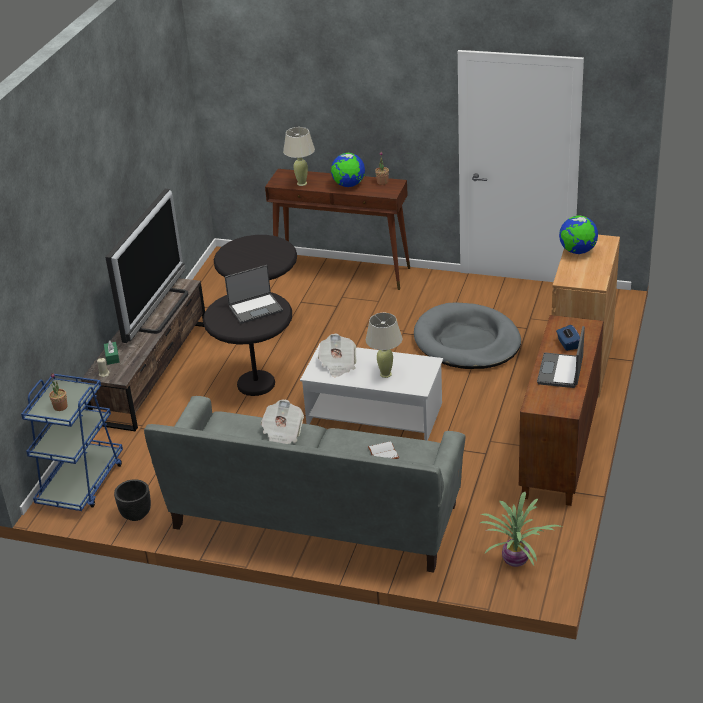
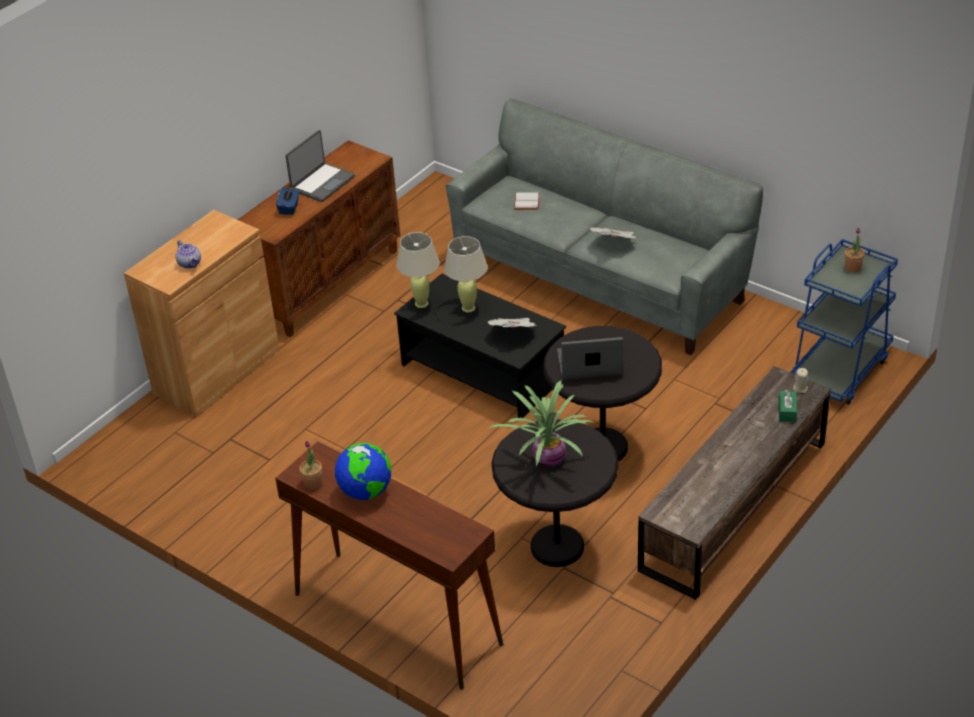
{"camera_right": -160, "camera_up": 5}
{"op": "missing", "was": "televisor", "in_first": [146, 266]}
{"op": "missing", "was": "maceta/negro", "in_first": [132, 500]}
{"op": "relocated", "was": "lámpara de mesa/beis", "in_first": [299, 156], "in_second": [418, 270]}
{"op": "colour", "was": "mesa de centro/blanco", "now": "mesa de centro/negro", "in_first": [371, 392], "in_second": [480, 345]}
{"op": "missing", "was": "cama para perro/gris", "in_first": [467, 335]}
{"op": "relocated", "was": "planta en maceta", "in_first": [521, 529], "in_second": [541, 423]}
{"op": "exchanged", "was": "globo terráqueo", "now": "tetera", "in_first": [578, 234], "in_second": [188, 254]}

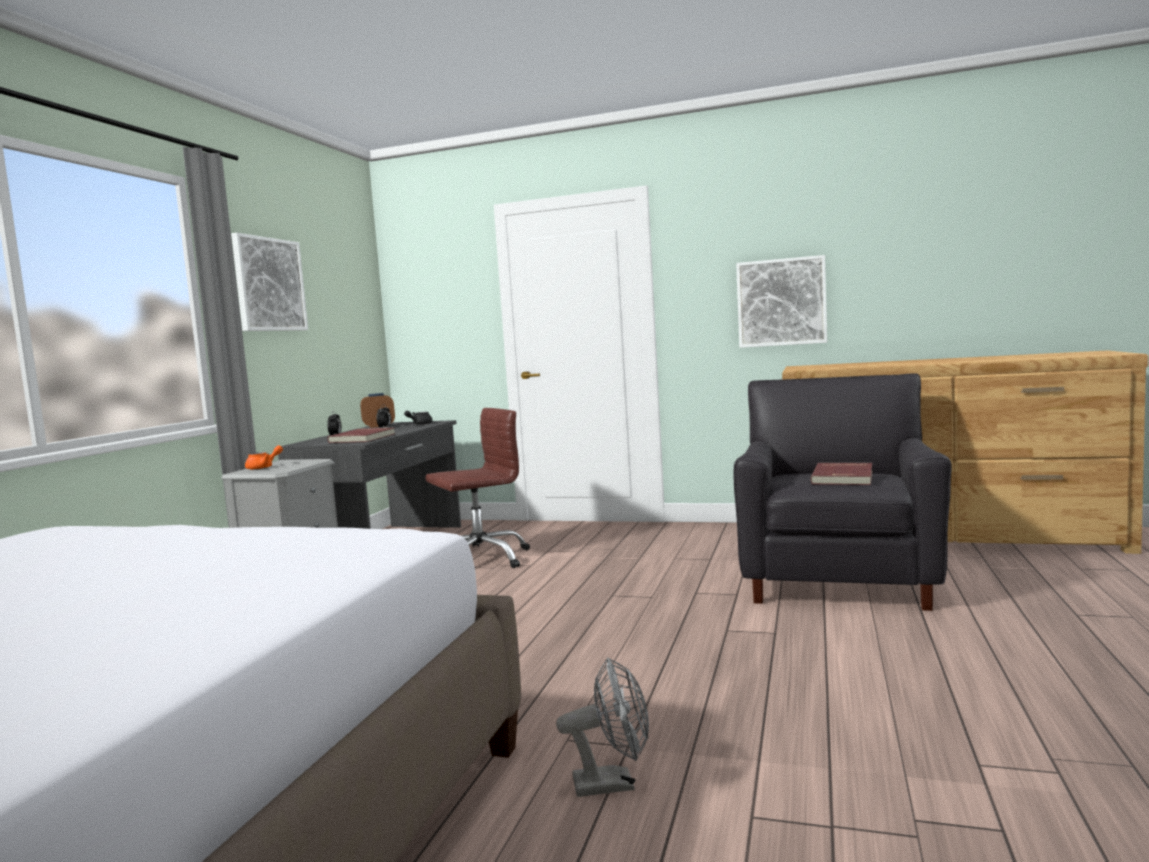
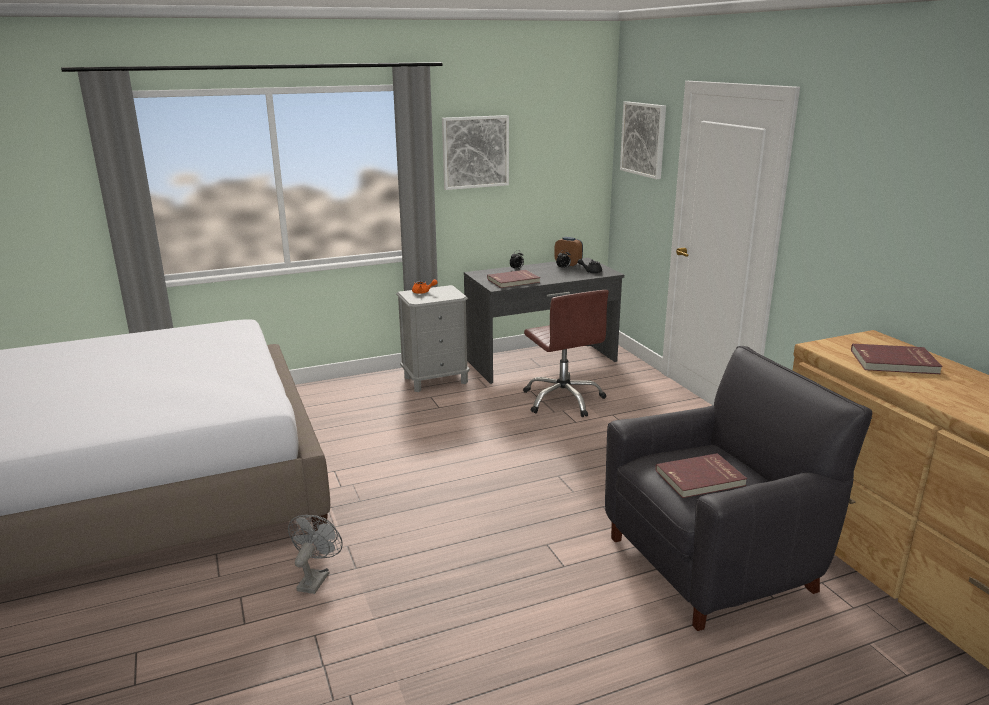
{"camera_right": 50, "camera_up": 15}
{"op": "spun", "was": "silla de oficina/marrón", "in_first": [477, 488], "in_second": [566, 353], "clockwise": 45}
{"op": "spun", "was": "ventilador/gris", "in_first": [602, 727], "in_second": [315, 554], "clockwise": -120}
{"op": "relocated", "was": "cuadro", "in_first": [781, 301], "in_second": [643, 140]}
{"op": "appeared", "now": "libro/rojo", "in_second": [897, 359]}

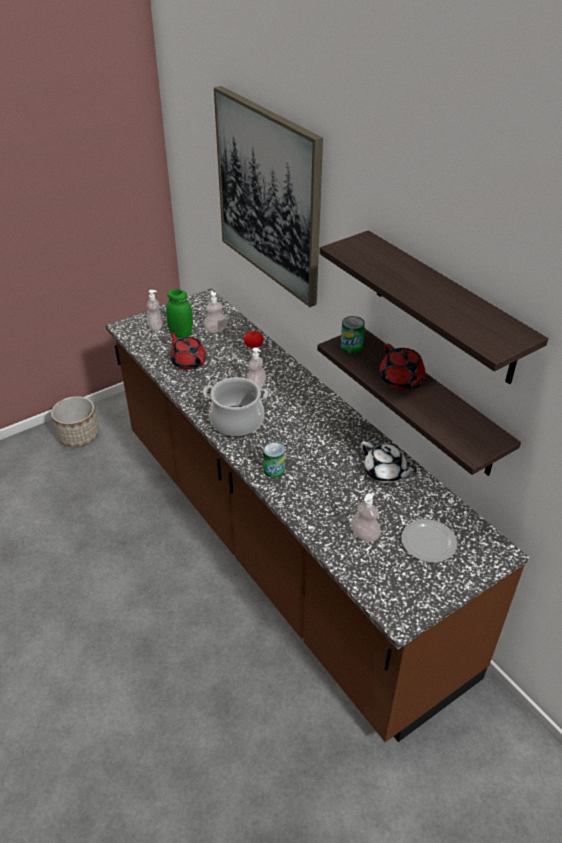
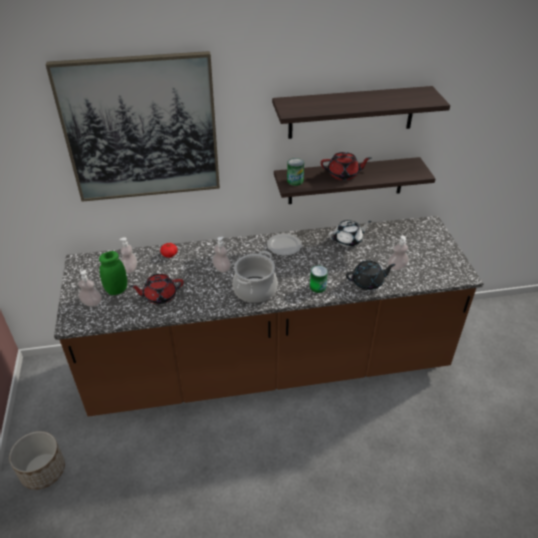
{"camera_right": -65, "camera_up": 0}
{"op": "relocated", "was": "plato", "in_first": [429, 541], "in_second": [284, 244]}
{"op": "appeared", "now": "tetera/negro", "in_second": [371, 275]}

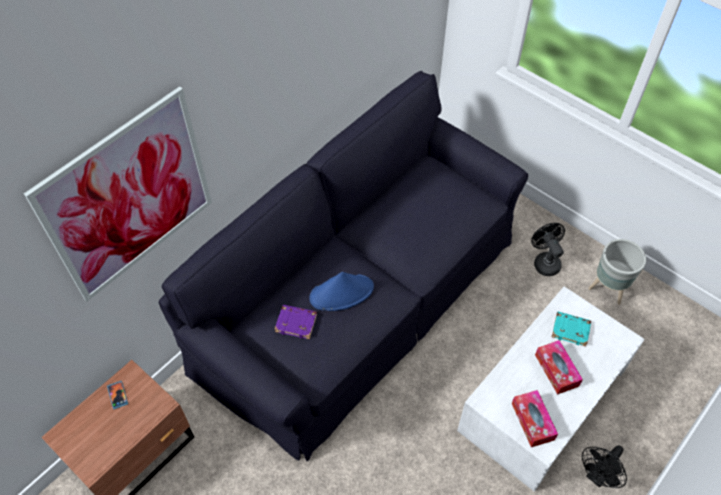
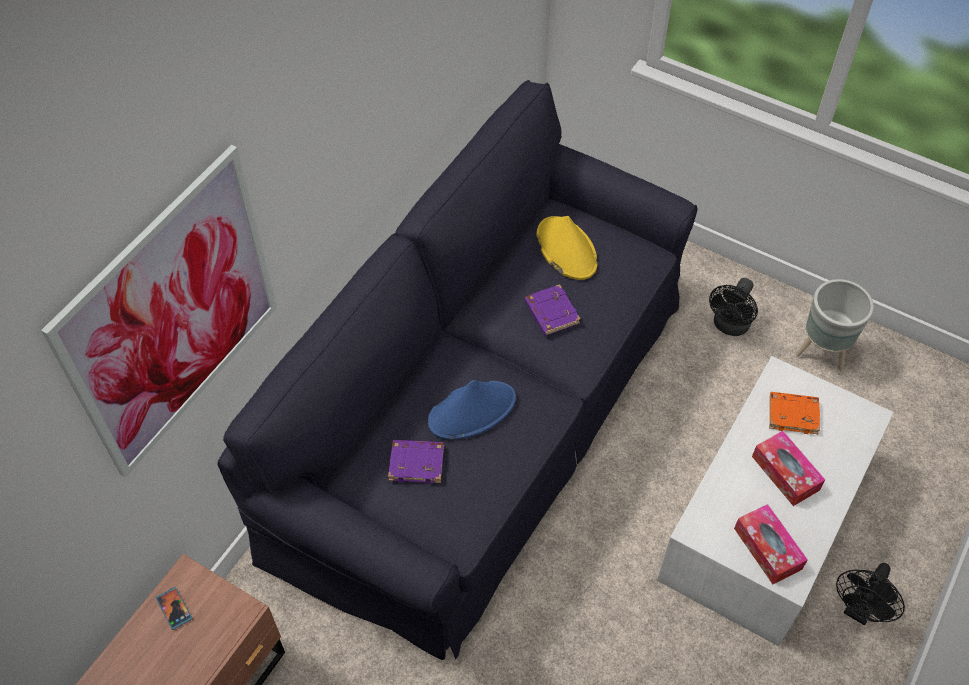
{"camera_right": -10, "camera_up": 0}
{"op": "spun", "was": "ventilador/negro", "in_first": [548, 249], "in_second": [733, 307], "clockwise": -120}
{"op": "colour", "was": "libro/turquesa", "now": "libro/naranja", "in_first": [571, 329], "in_second": [794, 413]}
{"op": "appeared", "now": "libro/morado", "in_second": [552, 309]}
{"op": "appeared", "now": "sombrero/amarillo", "in_second": [567, 248]}

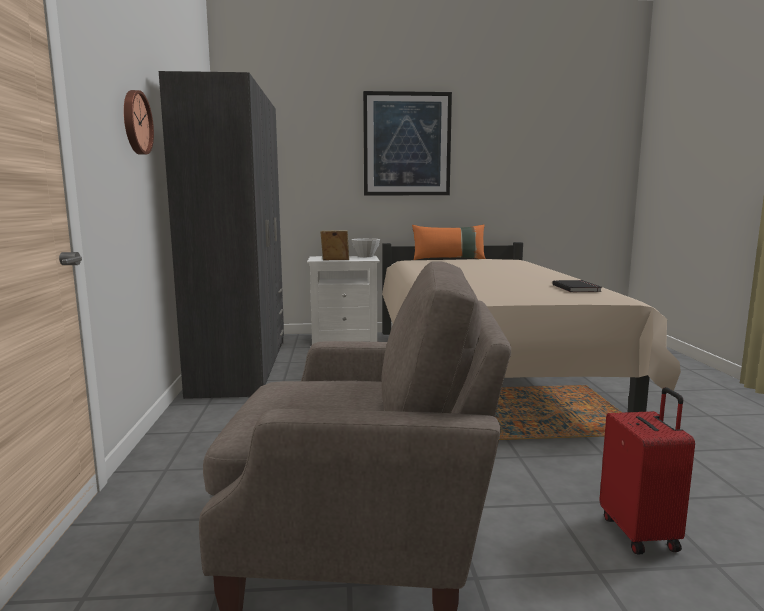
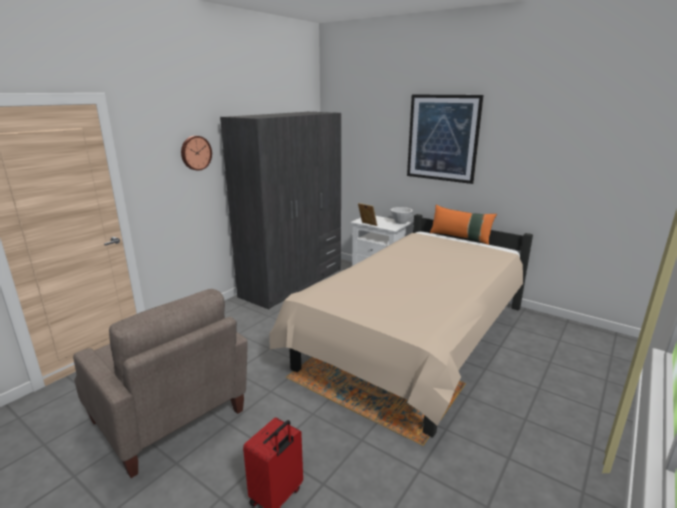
{"camera_right": 40, "camera_up": 10}
{"op": "missing", "was": "libro/negro", "in_first": [577, 286]}

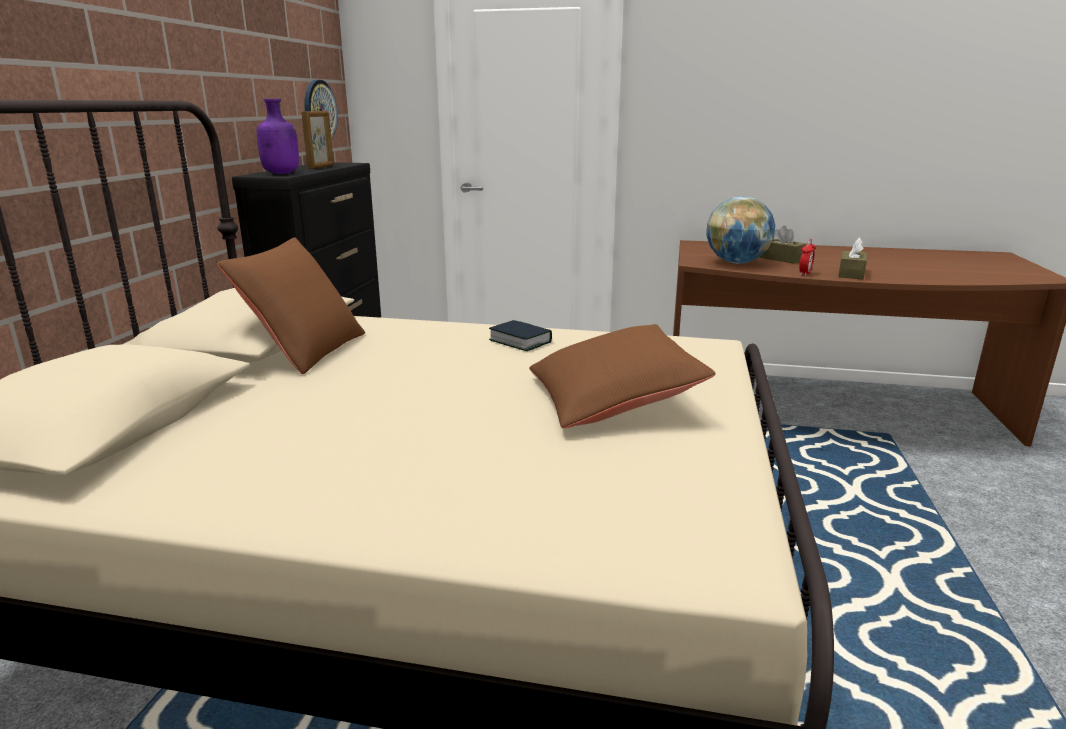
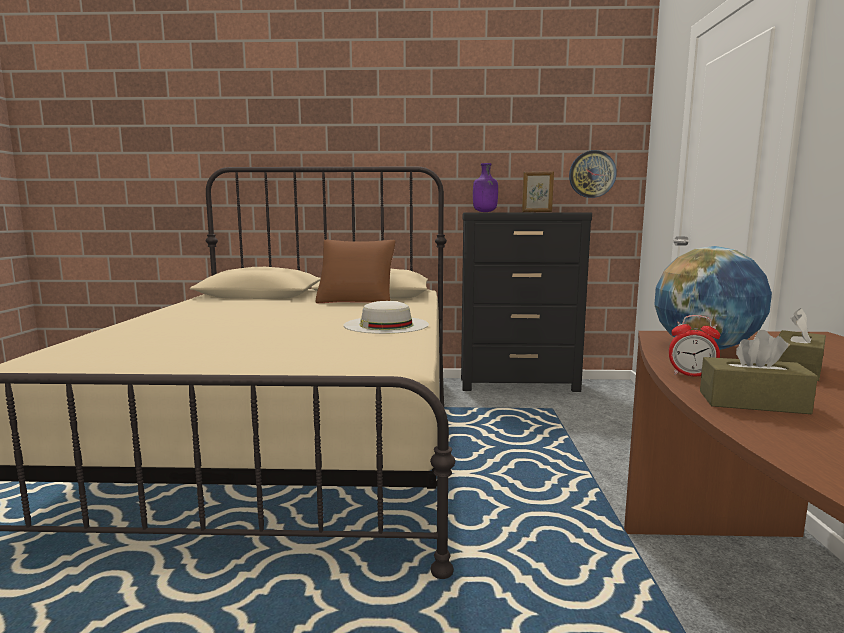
{"camera_right": 80, "camera_up": -10}
{"op": "exchanged", "was": "libro", "now": "sombrero/blanco", "in_first": [520, 335], "in_second": [386, 317]}
{"op": "missing", "was": "cojín/marrón", "in_first": [622, 376]}

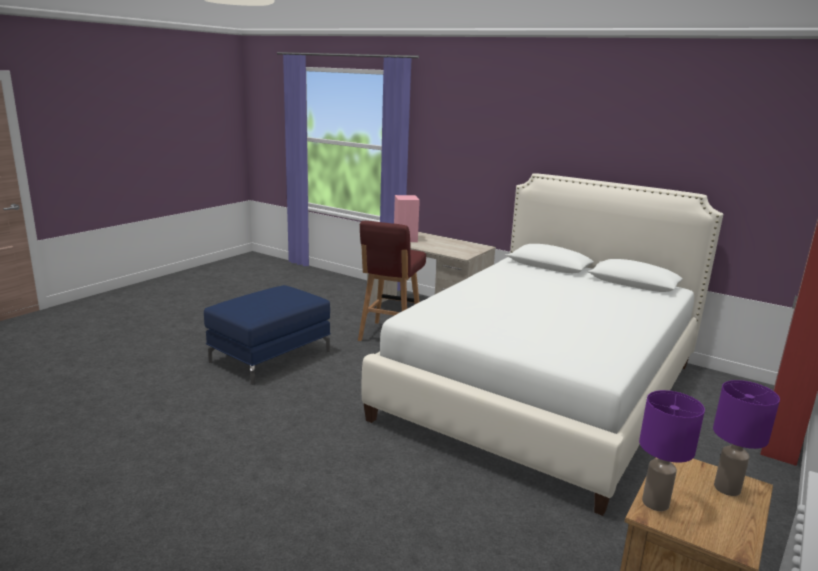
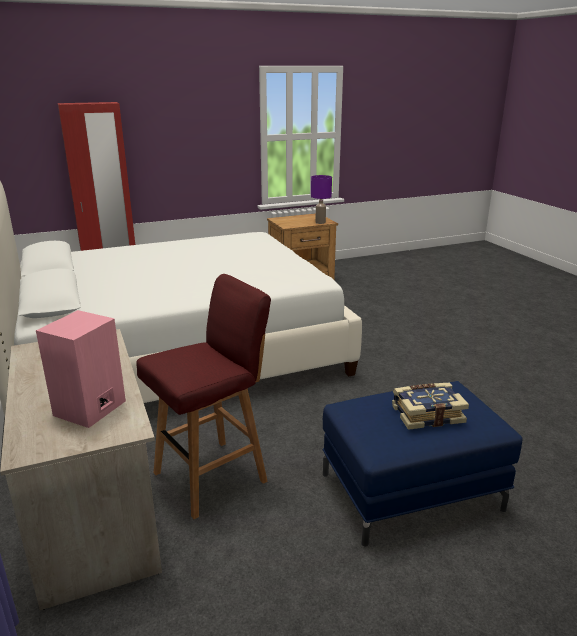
{"camera_right": -145, "camera_up": 5}
{"op": "missing", "was": "lámpara de mesa/morado", "in_first": [746, 438]}
{"op": "appeared", "now": "libro", "in_second": [430, 406]}

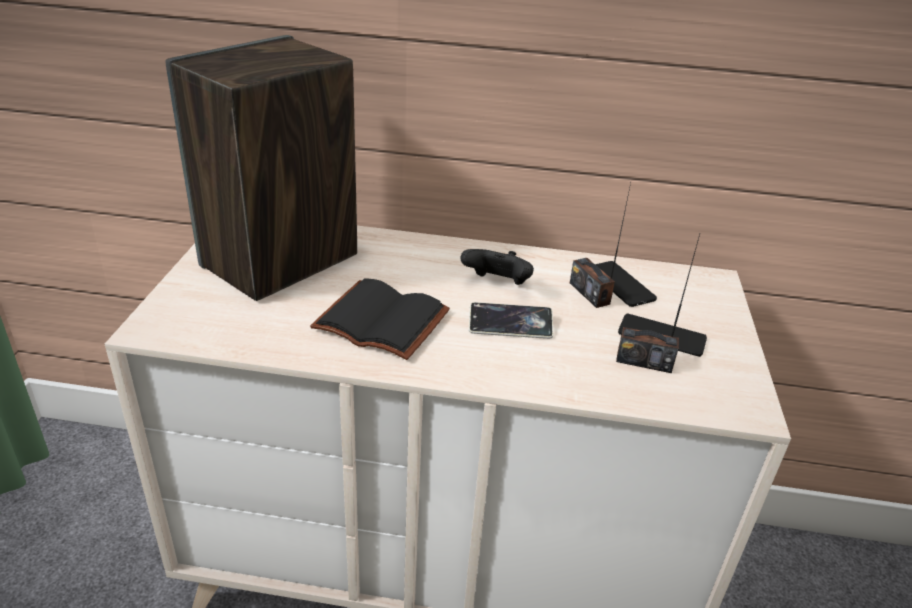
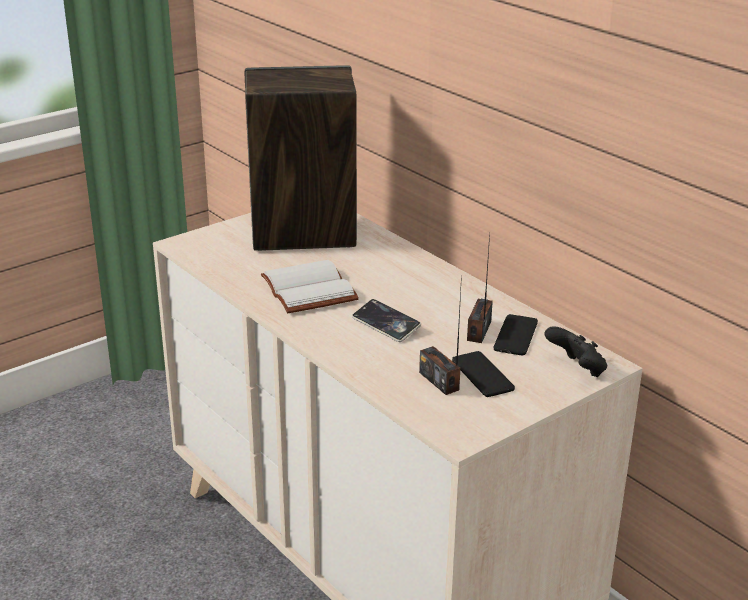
{"camera_right": 45, "camera_up": -5}
{"op": "colour", "was": "libro/negro", "now": "libro/blanco", "in_first": [380, 319], "in_second": [310, 286]}
{"op": "relocated", "was": "mando de consola/negro", "in_first": [497, 267], "in_second": [576, 351]}

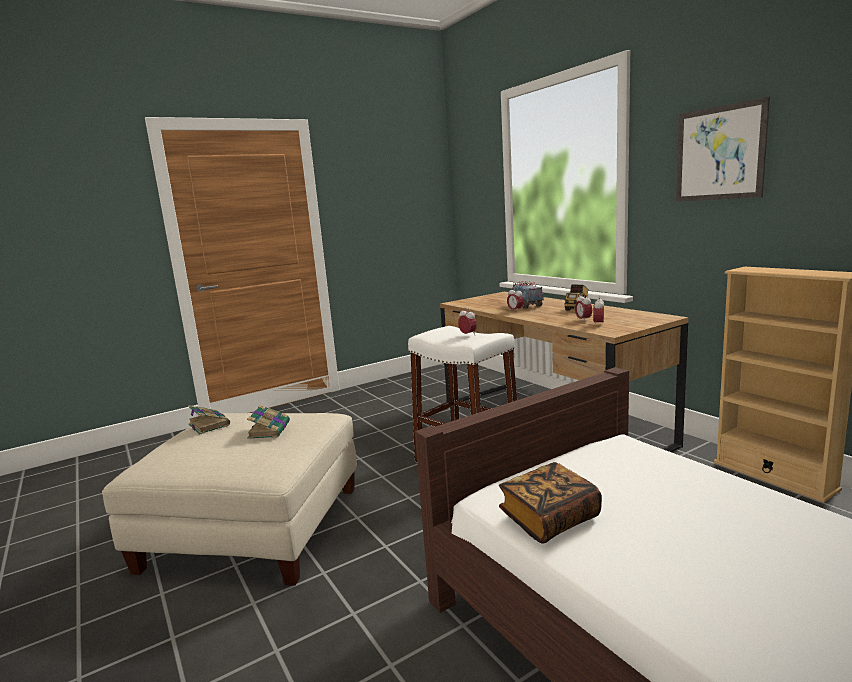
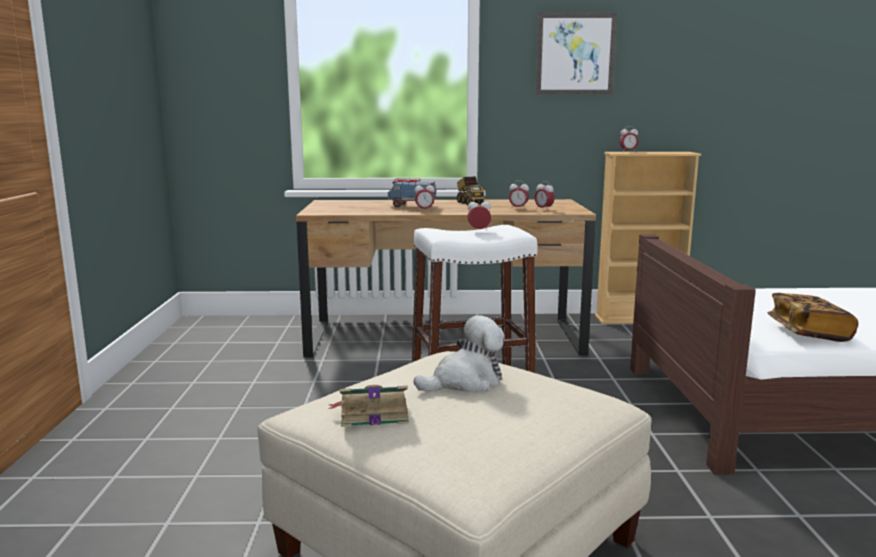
{"camera_right": -60, "camera_up": 0}
{"op": "exchanged", "was": "libro", "now": "peluche", "in_first": [268, 422], "in_second": [459, 354]}
{"op": "appeared", "now": "despertador", "in_second": [629, 139]}

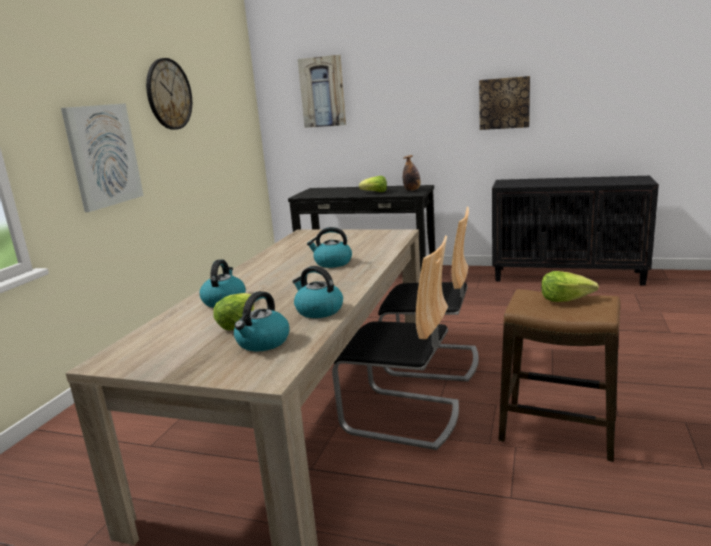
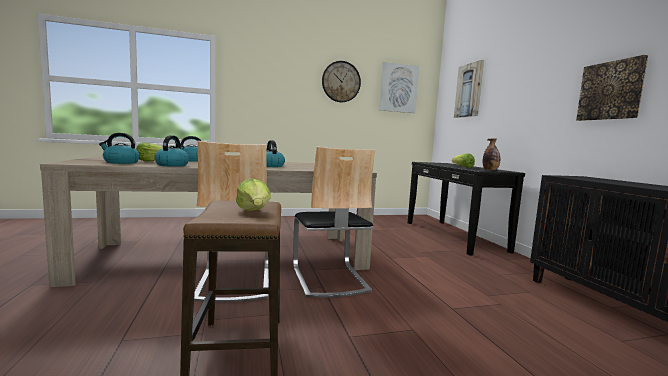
{"camera_right": 55, "camera_up": -10}
{"op": "relocated", "was": "cuadro", "in_first": [102, 157], "in_second": [399, 87]}

